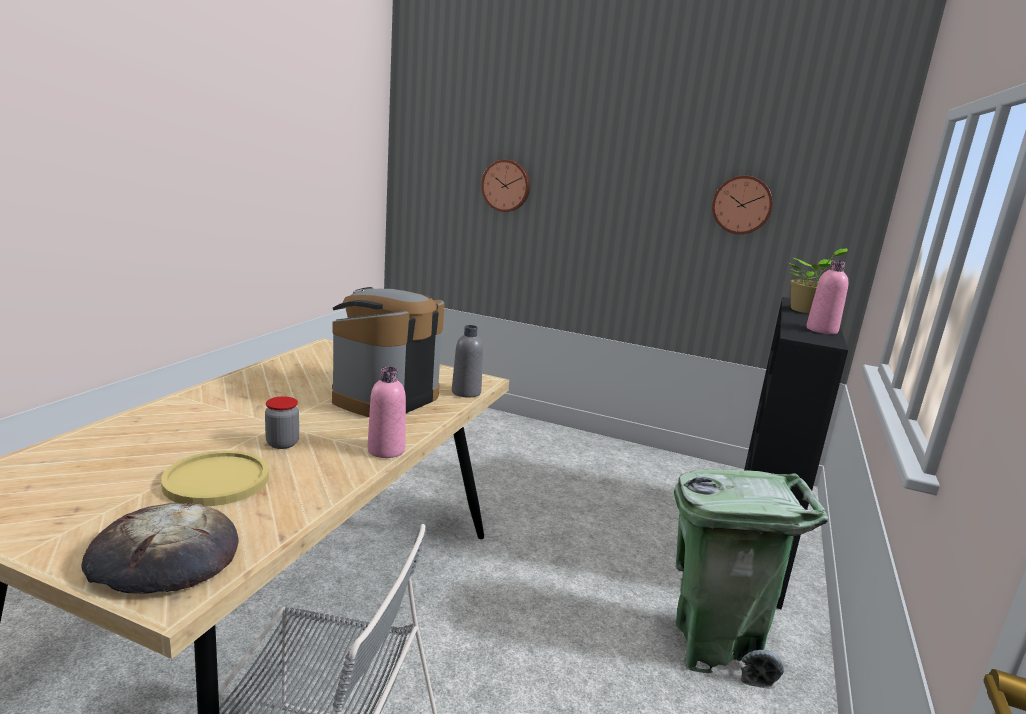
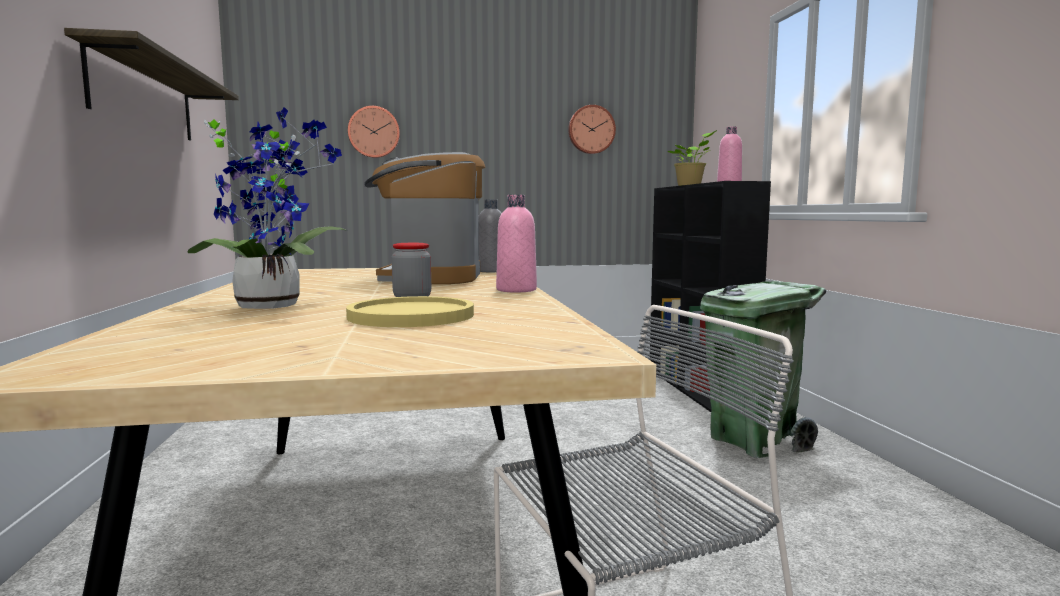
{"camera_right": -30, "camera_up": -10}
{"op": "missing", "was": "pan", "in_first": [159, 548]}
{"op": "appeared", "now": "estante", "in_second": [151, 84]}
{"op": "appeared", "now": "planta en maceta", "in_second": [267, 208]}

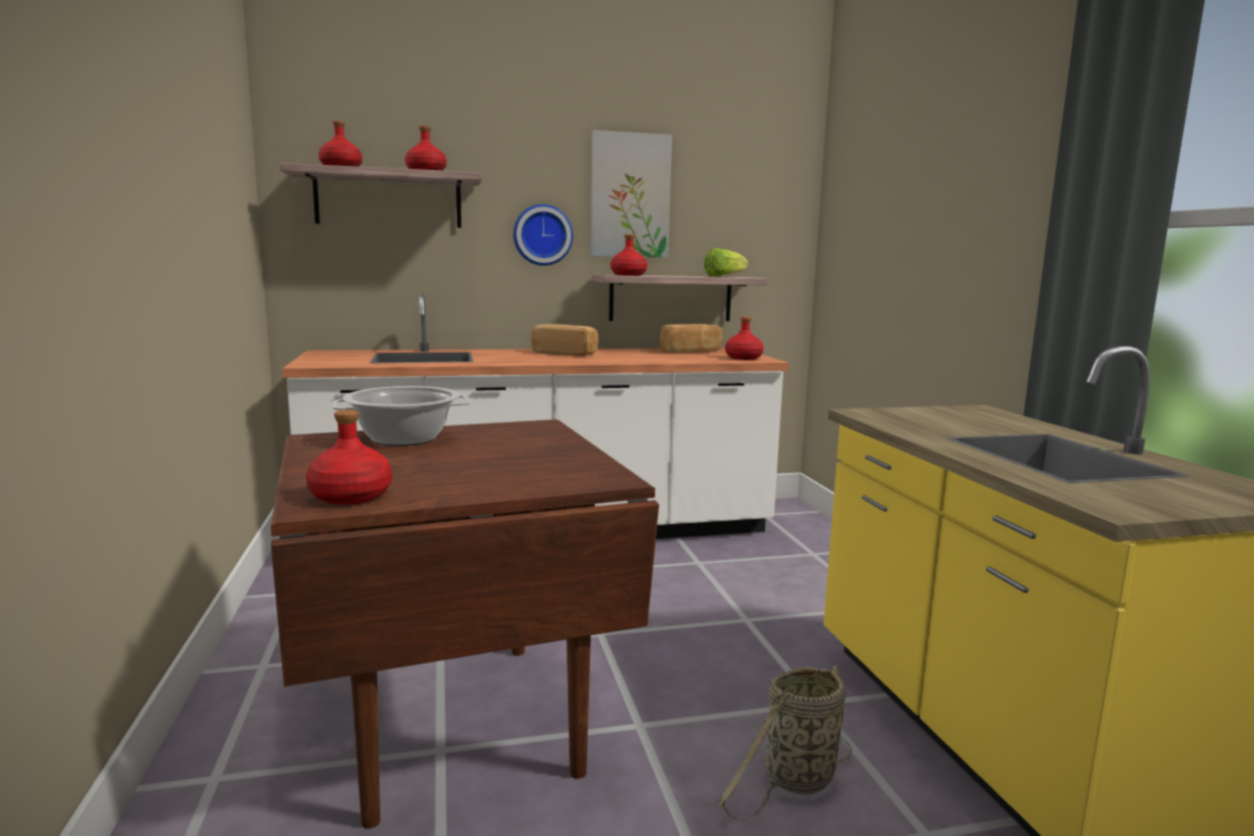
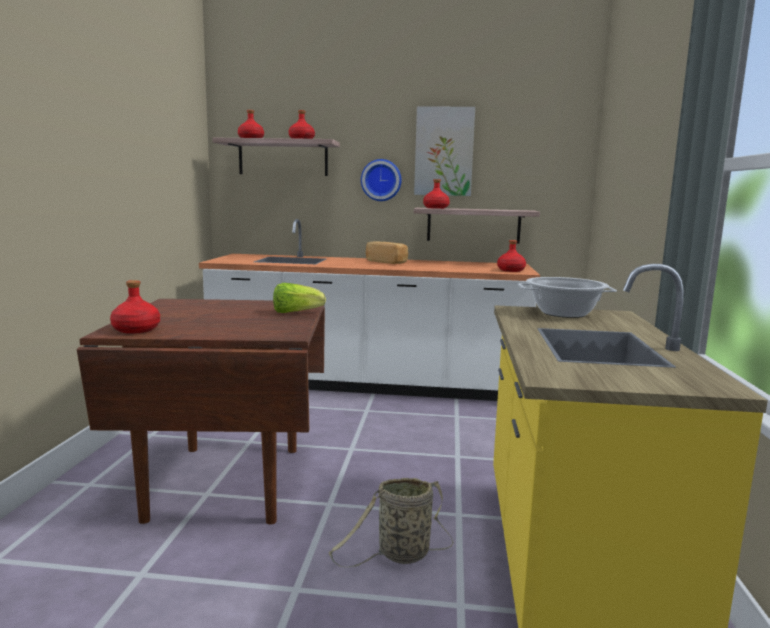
{"camera_right": 20, "camera_up": 0}
{"op": "relocated", "was": "olla", "in_first": [401, 416], "in_second": [567, 297]}
{"op": "missing", "was": "pan", "in_first": [691, 338]}
{"op": "relocated", "was": "lechuga", "in_first": [726, 262], "in_second": [299, 298]}

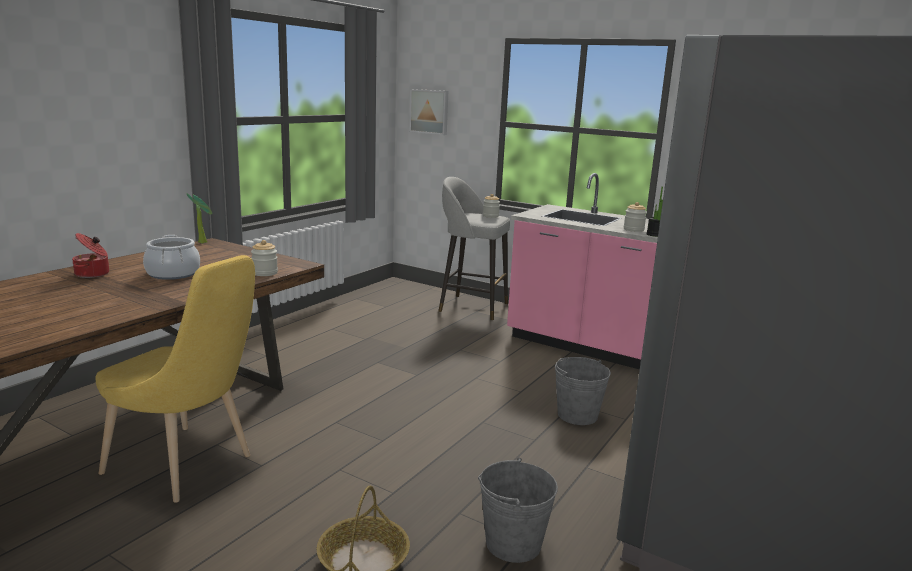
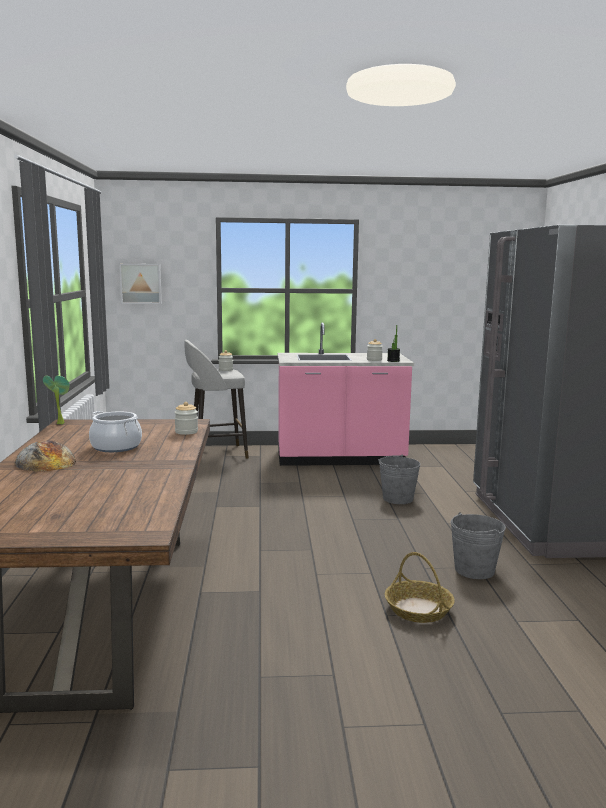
{"camera_right": -35, "camera_up": -5}
{"op": "exchanged", "was": "olla", "now": "pan", "in_first": [90, 255], "in_second": [45, 456]}
{"op": "missing", "was": "silla/amarillo", "in_first": [175, 379]}

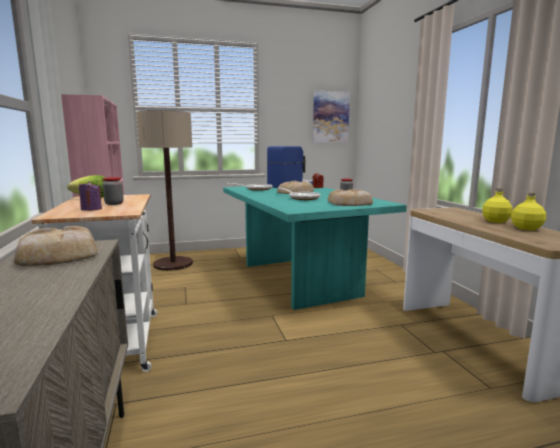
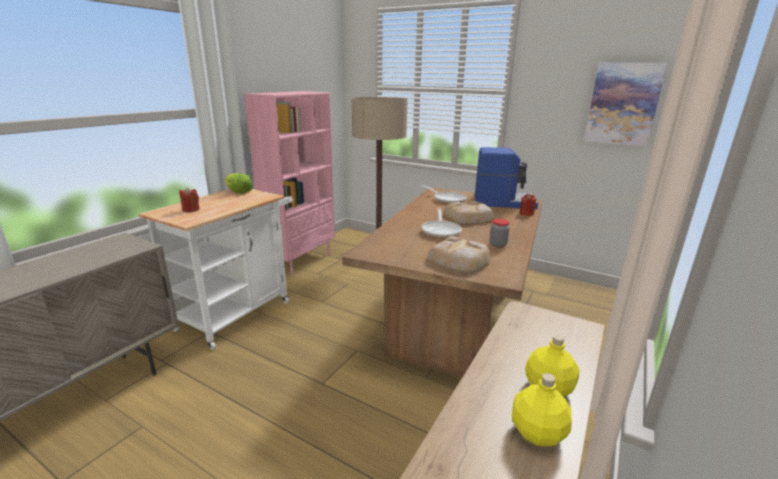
{"camera_right": 45, "camera_up": 10}
{"op": "missing", "was": "pan", "in_first": [56, 246]}
{"op": "colour", "was": "vela/morado", "now": "vela/rojo", "in_first": [90, 196], "in_second": [189, 200]}
{"op": "missing", "was": "tarro", "in_first": [113, 191]}
{"op": "colour", "was": "mesa de comedor/turquesa", "now": "mesa de comedor/marrón", "in_first": [315, 248], "in_second": [442, 282]}

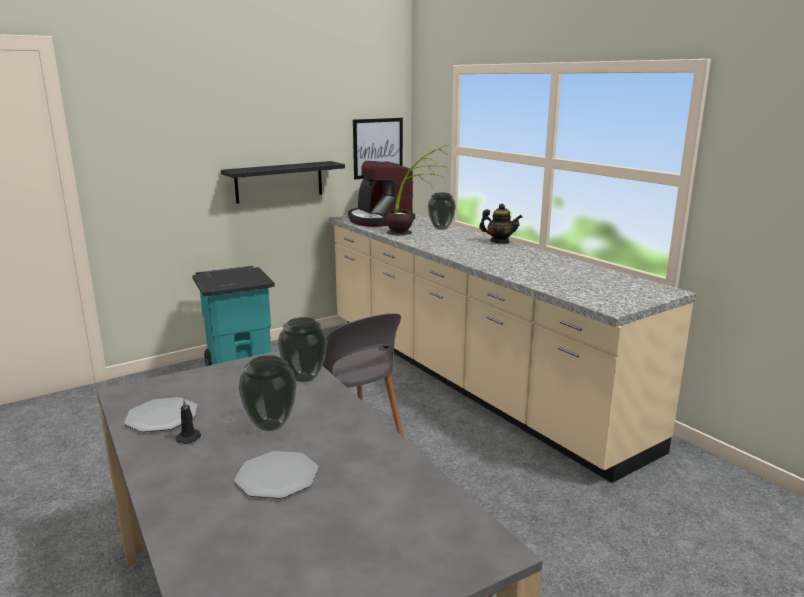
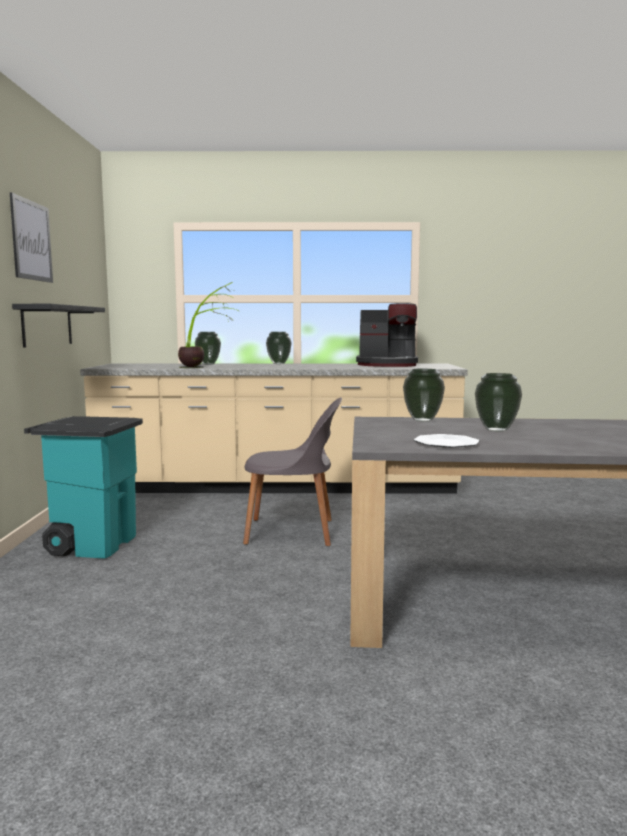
{"camera_right": -55, "camera_up": -10}
{"op": "missing", "was": "vela/negro", "in_first": [188, 421]}
{"op": "missing", "was": "plato", "in_first": [276, 475]}
{"op": "relocated", "was": "cafetera", "in_first": [381, 194], "in_second": [387, 335]}
{"op": "relocated", "was": "cuadro", "in_first": [378, 149], "in_second": [31, 237]}
{"op": "exchanged", "was": "tetera", "now": "florero", "in_first": [500, 223], "in_second": [279, 348]}

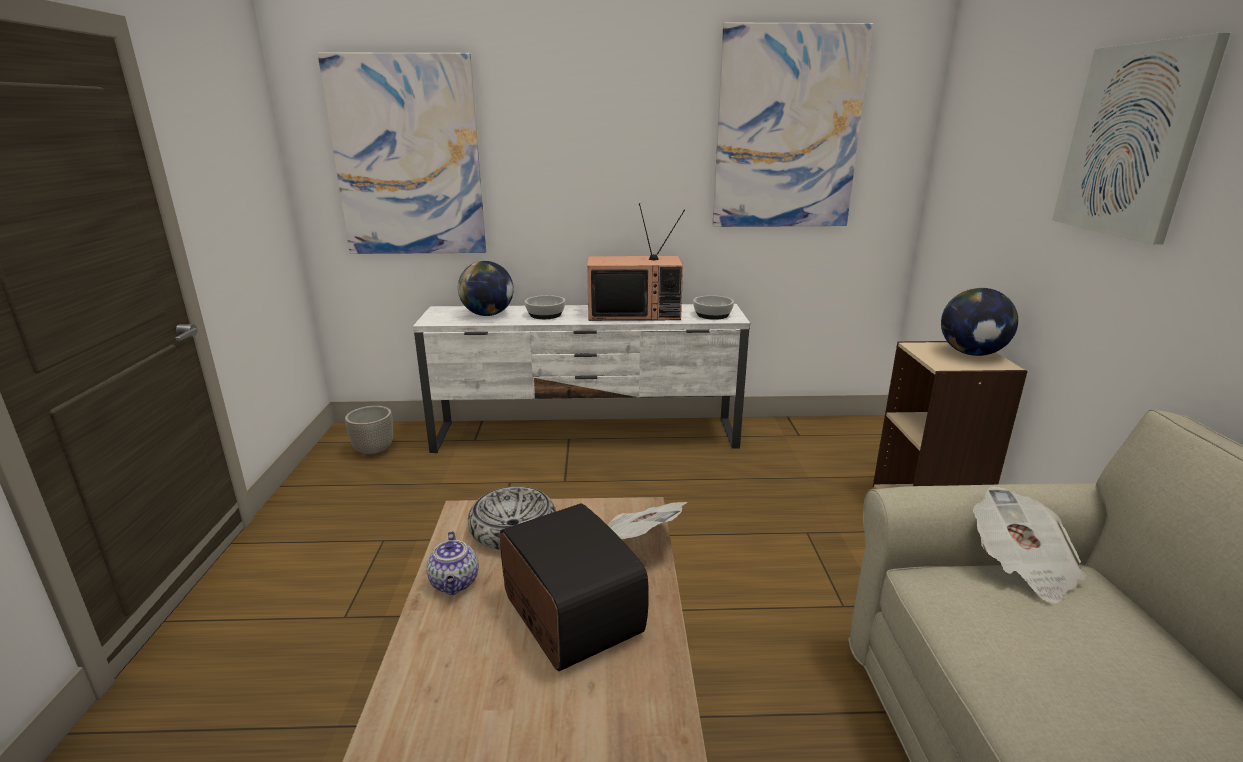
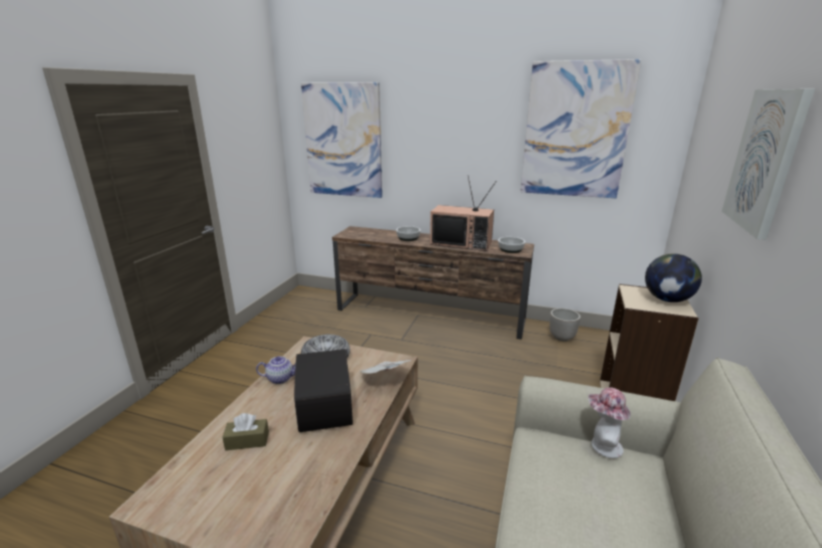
{"camera_right": 20, "camera_up": 0}
{"op": "relocated", "was": "maceta", "in_first": [369, 431], "in_second": [565, 324]}
{"op": "colour", "was": "mueble de televisión/blanco", "now": "mueble de televisión/marrón", "in_first": [581, 378], "in_second": [433, 283]}
{"op": "spun", "was": "tetera", "in_first": [452, 563], "in_second": [276, 370], "clockwise": -105}
{"op": "missing", "was": "globo terráqueo", "in_first": [486, 288]}
{"op": "exchanged", "was": "periódico", "now": "sombrero", "in_first": [1030, 545], "in_second": [609, 422]}
{"op": "appeared", "now": "caja de pañuelos/marrón", "in_second": [245, 432]}

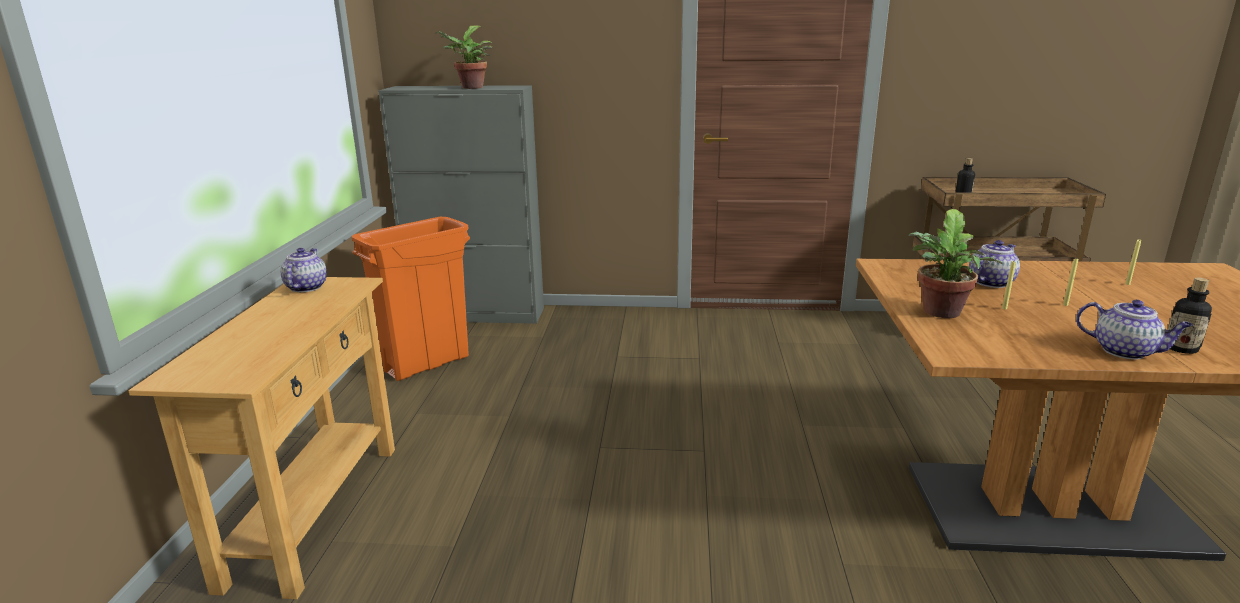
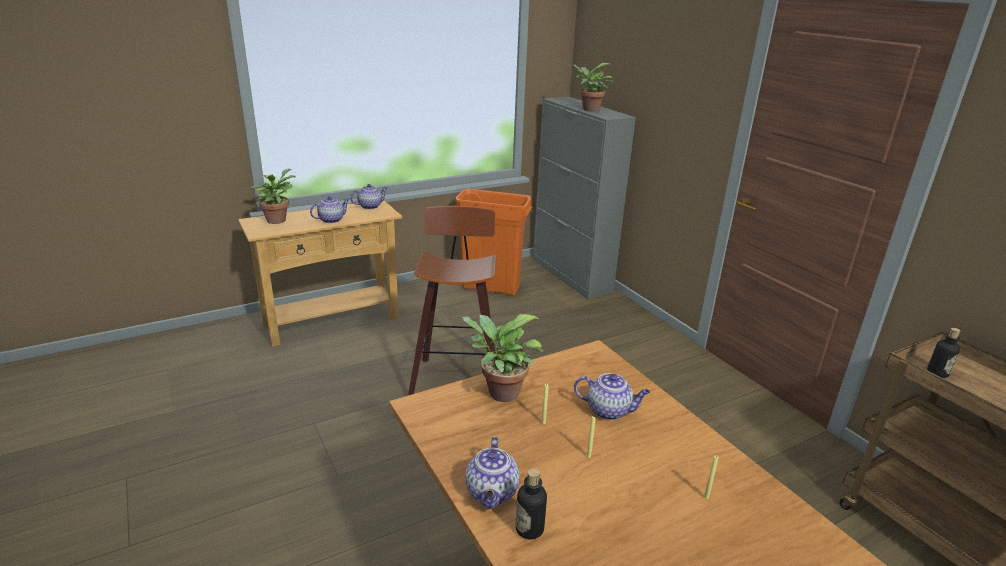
{"camera_right": 55, "camera_up": 5}
{"op": "appeared", "now": "planta en maceta", "in_second": [273, 196]}
{"op": "appeared", "now": "tetera", "in_second": [330, 209]}
{"op": "appeared", "now": "taburete", "in_second": [452, 300]}

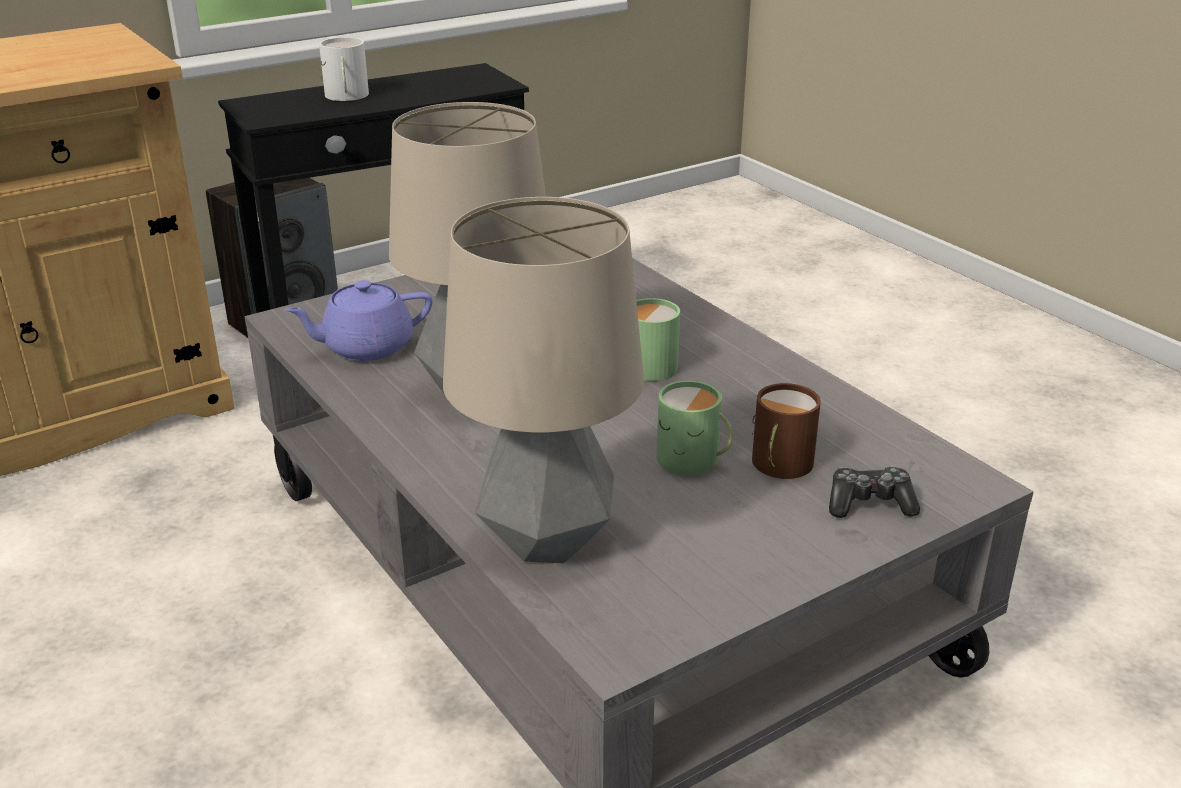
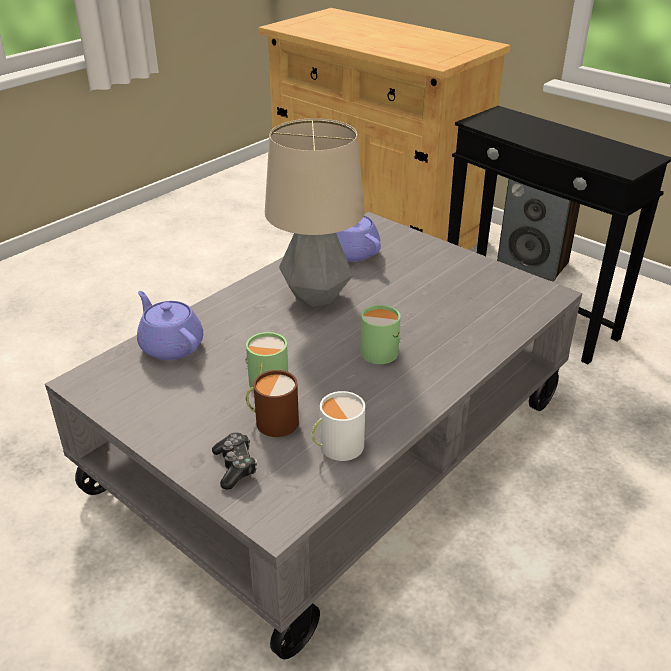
{"camera_right": 75, "camera_up": 5}
{"op": "relocated", "was": "taza grande/blanco", "in_first": [344, 69], "in_second": [338, 426]}
{"op": "exchanged", "was": "lámpara de mesa", "now": "tetera/morado", "in_first": [543, 380], "in_second": [170, 325]}

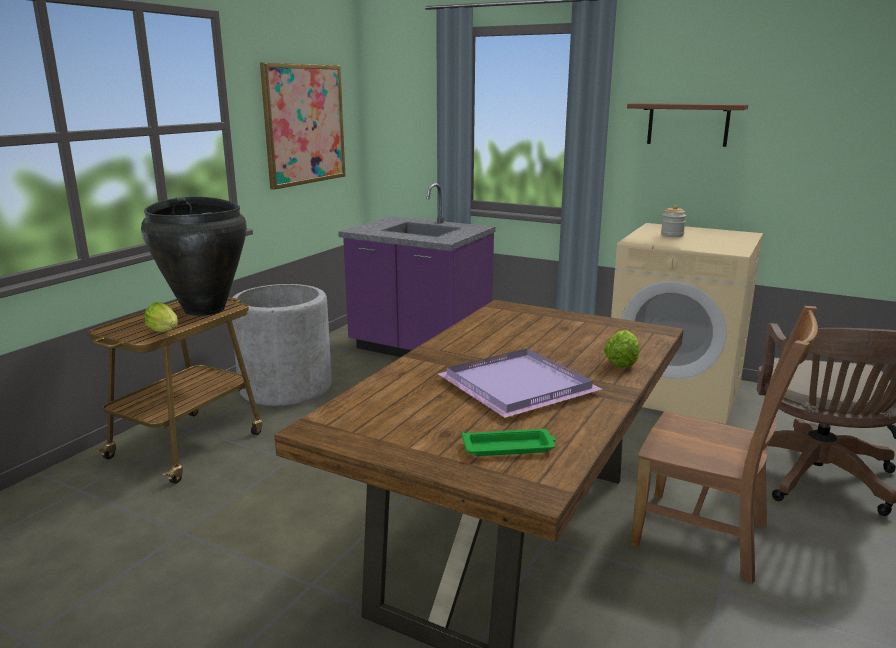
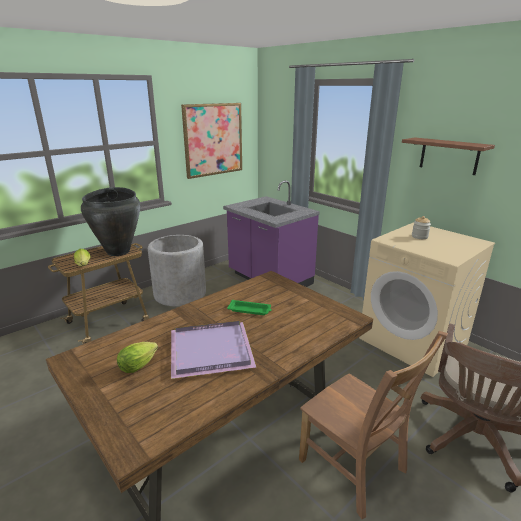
{"camera_right": 20, "camera_up": 5}
{"op": "relocated", "was": "bandeja/verde", "in_first": [509, 442], "in_second": [249, 307]}
{"op": "relocated", "was": "lechuga", "in_first": [621, 349], "in_second": [137, 357]}

